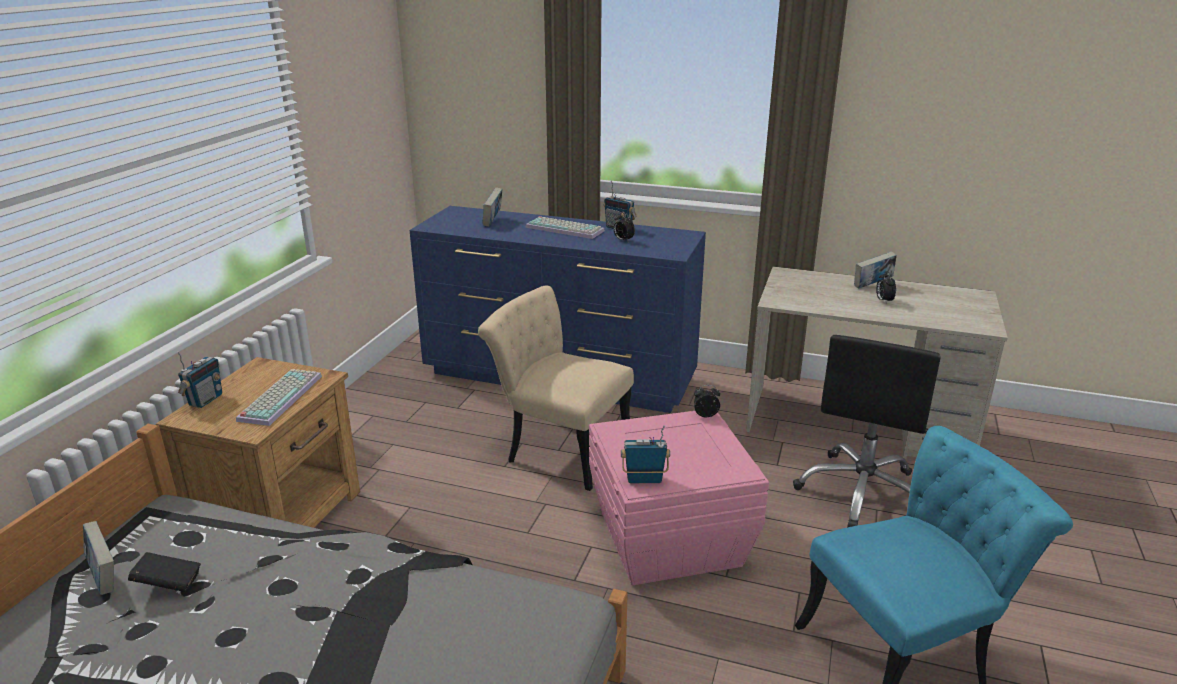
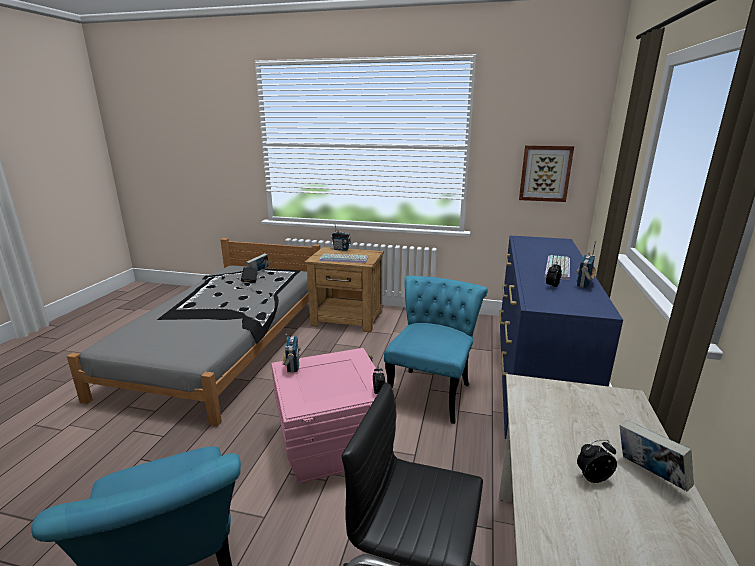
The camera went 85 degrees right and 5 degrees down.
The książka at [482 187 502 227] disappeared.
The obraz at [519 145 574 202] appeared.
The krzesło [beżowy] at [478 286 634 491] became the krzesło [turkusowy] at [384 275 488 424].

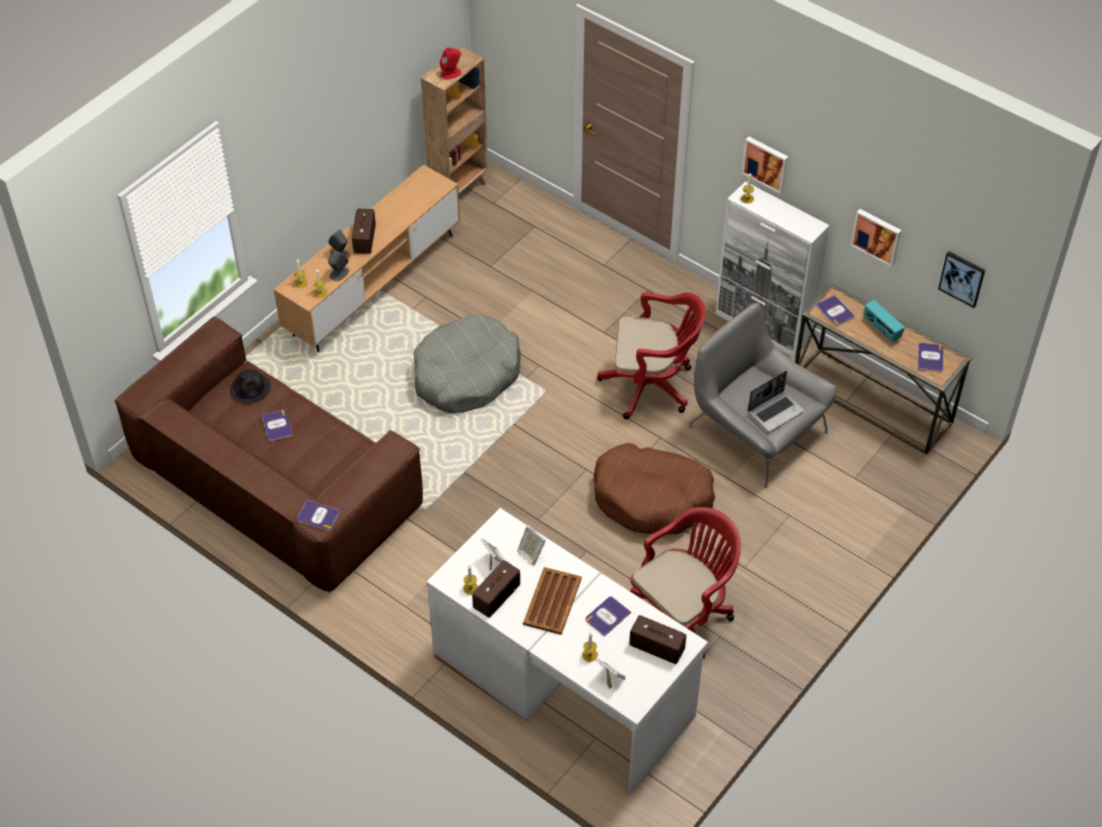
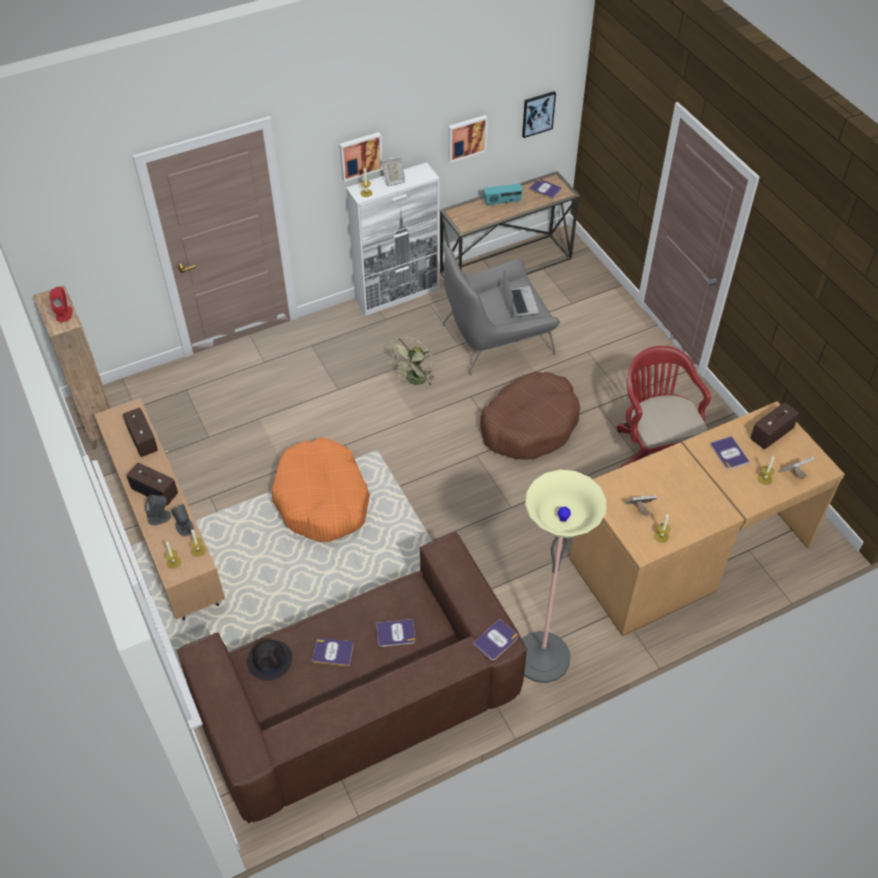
The camera went 65 degrees left and 0 degrees up.
The taca [brązowy] at [523 567 582 635] disappeared.
The lampa stojąca at [522 470 606 683] appeared.
The radio moved from [472 560 520 618] to [123 408 158 457].
The ramka na zdjęcie moved from [517 525 546 565] to [381 157 405 186].
The książka moved from [816 295 855 326] to [376 619 415 647].
The krzesło biurowe [czerwony] at [597 292 706 419] was replaced by the wentylator [zielony] at [388 337 435 386].
The legowisko [szary] at [414 315 521 414] became the legowisko [pomarańczowy] at [272 437 370 542].
The biurko [biały] at [427 508 708 794] became the biurko [brązowy] at [570 401 845 636].

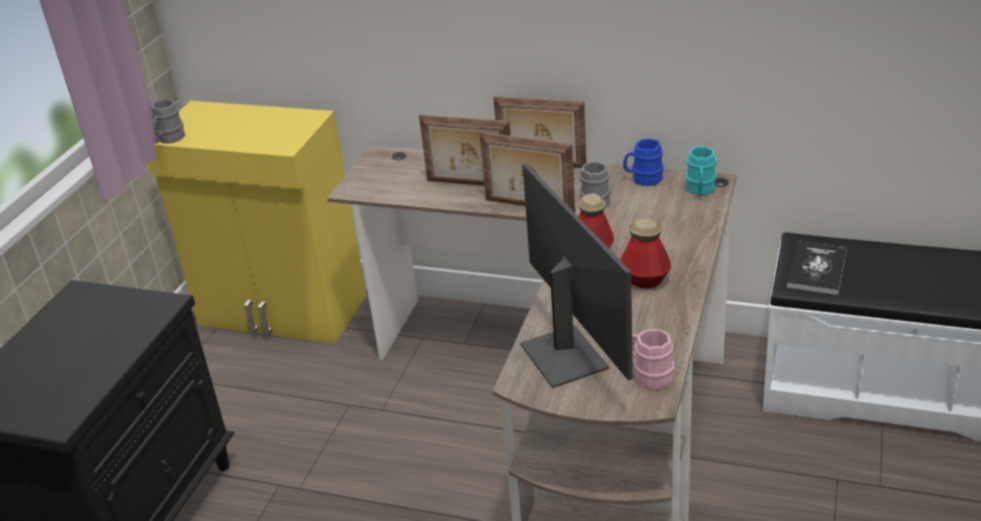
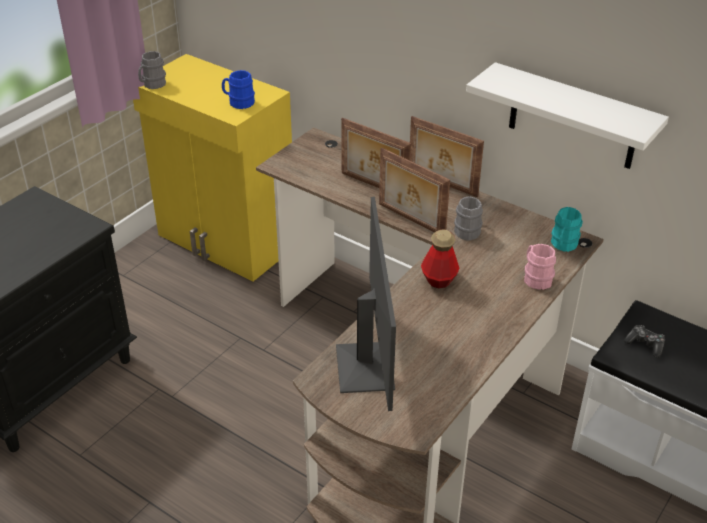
The camera went 15 degrees right and 5 degrees up.
The butelka at [620 219 671 288] disappeared.
The półka [biały] at [466 62 669 169] appeared.
The kubek [niebieski] moved from [623 138 664 186] to [222 70 255 109].
The kubek [różowy] moved from [632 329 675 390] to [524 244 556 290].
The książka at [786 241 847 295] was replaced by the pad do gier at [624 325 665 358].

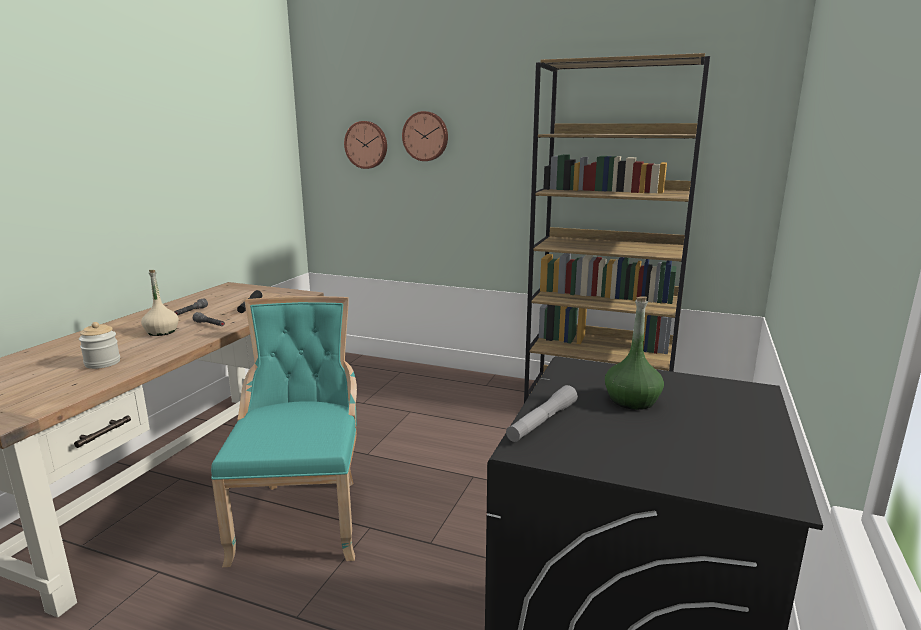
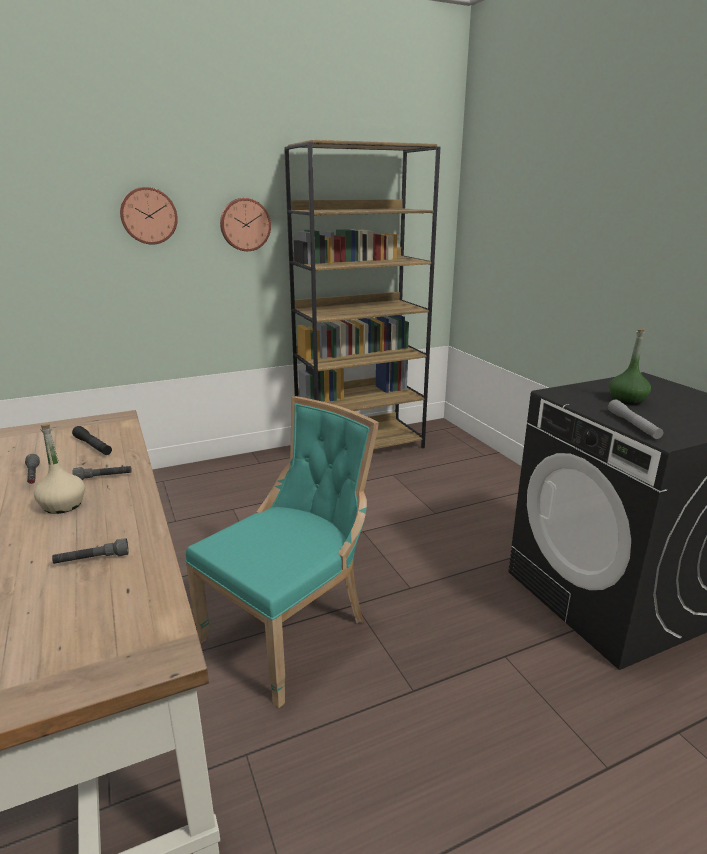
The camera went 45 degrees left and 5 degrees up.
The zegar ścienny moved from [344 121 387 169] to [220 198 271 251].
The słoik at [79 322 120 369] was replaced by the latarka [szary] at [52 538 129 564].
The krzesło [turkusowy] at [211 296 357 567] turned 90 degrees clockwise.

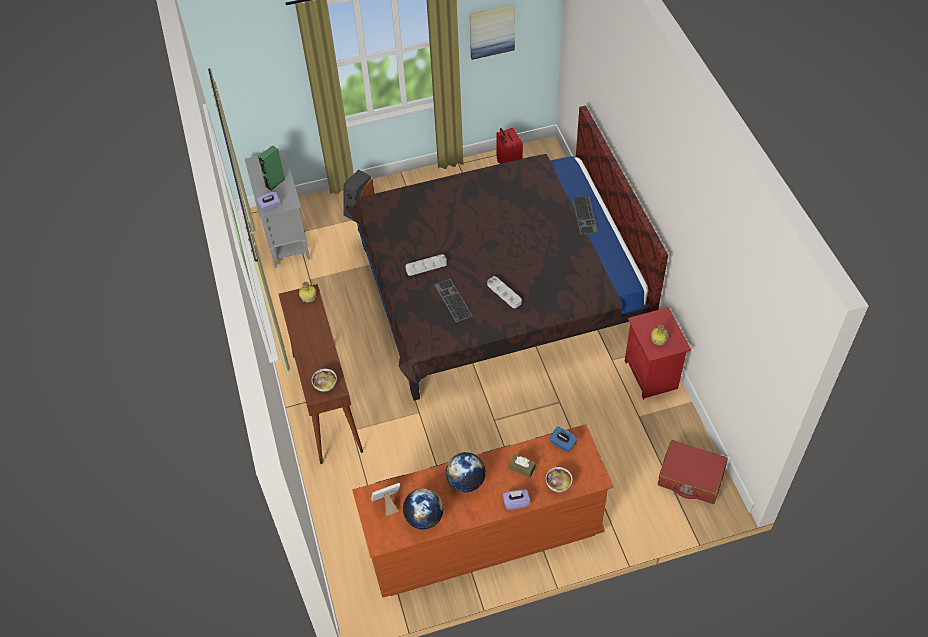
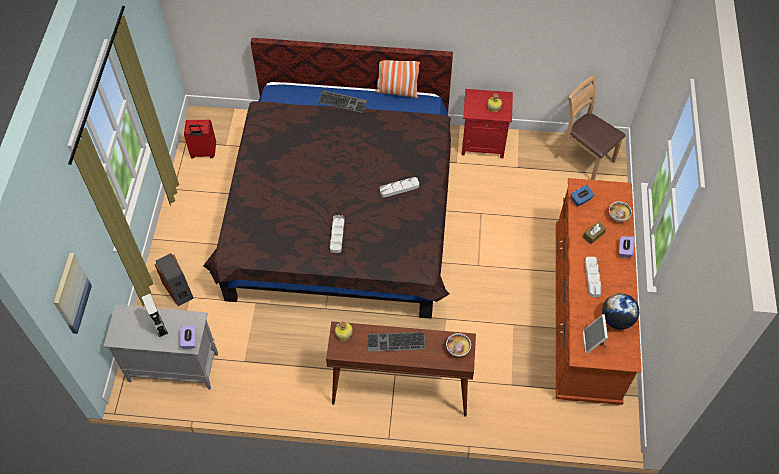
The camera went 70 degrees left and 5 degrees up.
The poduszka at [375 60 420 98] appeared.
The klawiatura moved from [434 279 473 322] to [367 332 425 352].
The obraz moved from [470 4 515 60] to [53 253 92 334].
The globus at [446 452 486 492] was replaced by the taca [szary] at [584 257 602 297].
The walizka [czerwony] at [658 440 728 504] was replaced by the krzesło [brązowy] at [555 75 626 180].
The głośnik [zielony] at [258 145 285 191] became the głośnik [szary] at [141 293 168 338].

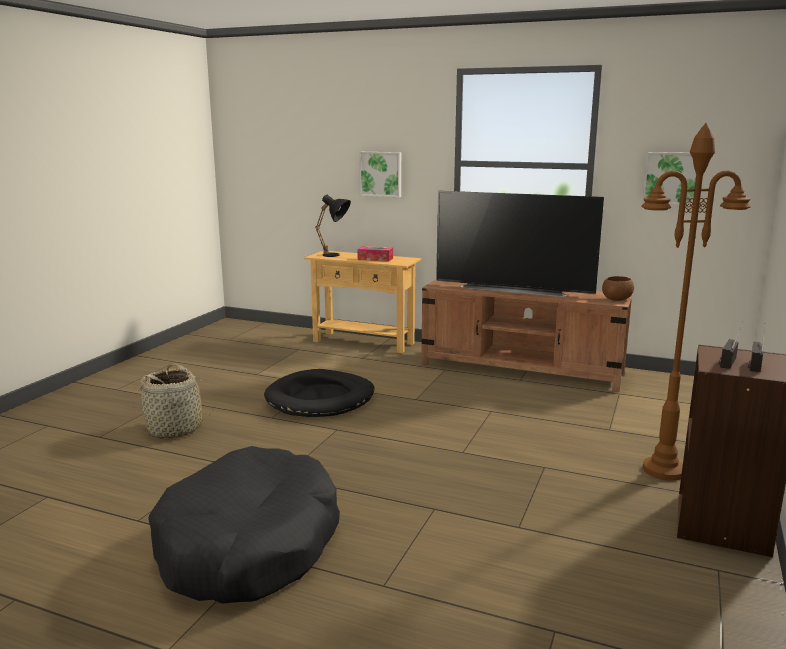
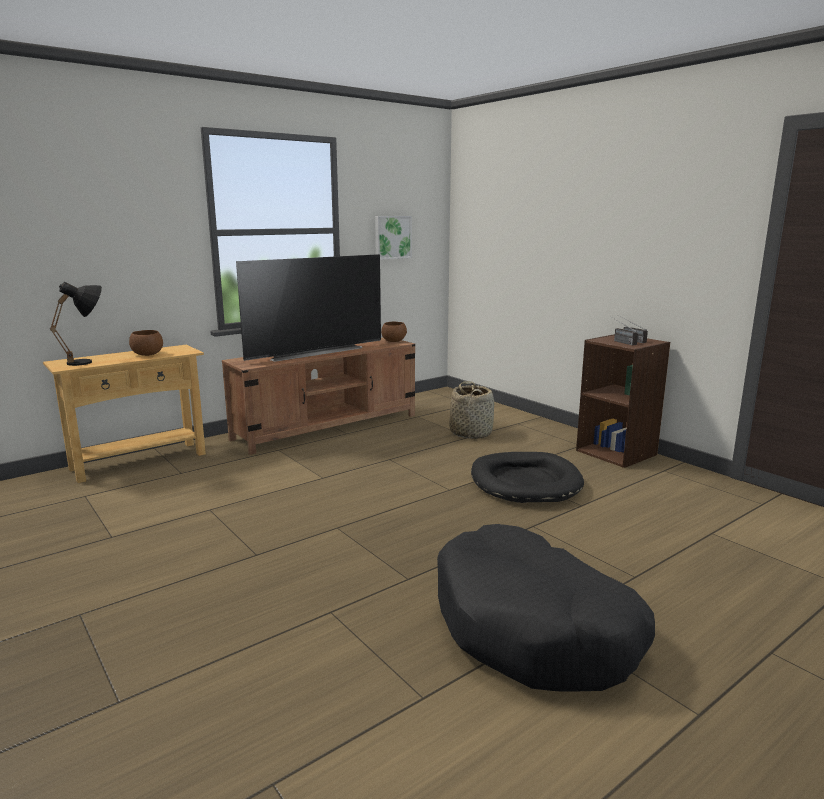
The camera went 60 degrees left and 0 degrees up.
The obraz at [359 152 401 197] disappeared.
The lampa stojąca [brązowy] at [641 123 751 481] disappeared.
The koszyk moved from [136 363 215 438] to [449 381 494 439].
The legowisko [czarny] moved from [264 369 375 417] to [471 452 584 503].
The pudełko chusteczek at [357 246 393 262] was replaced by the miska [brązowy] at [129 330 163 356].

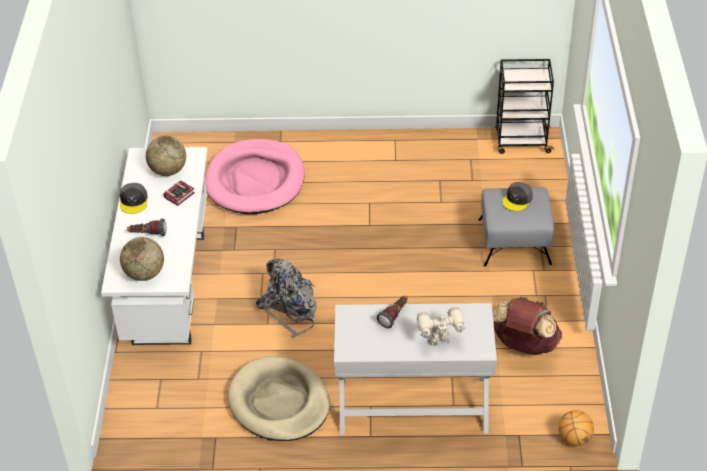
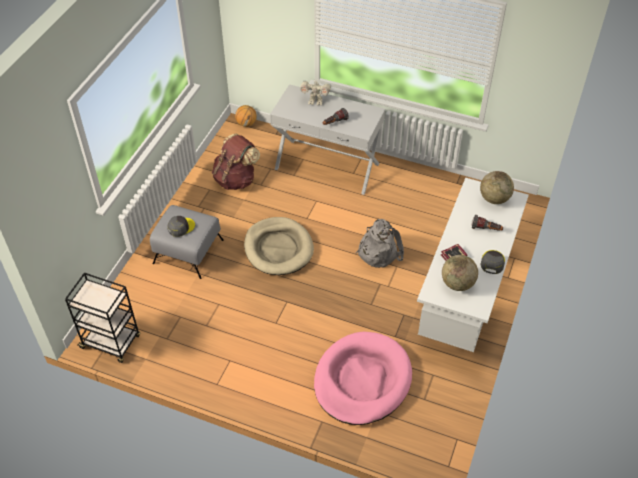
The camera went 160 degrees left and 5 degrees up.
The legowisko [beżowy] moved from [227 356 330 441] to [244 217 314 275].

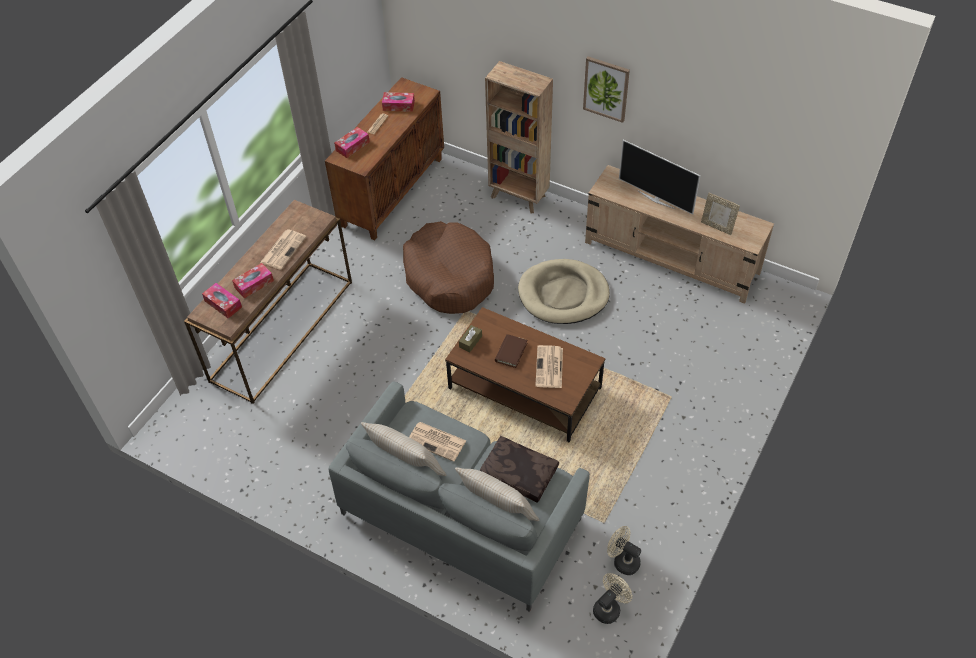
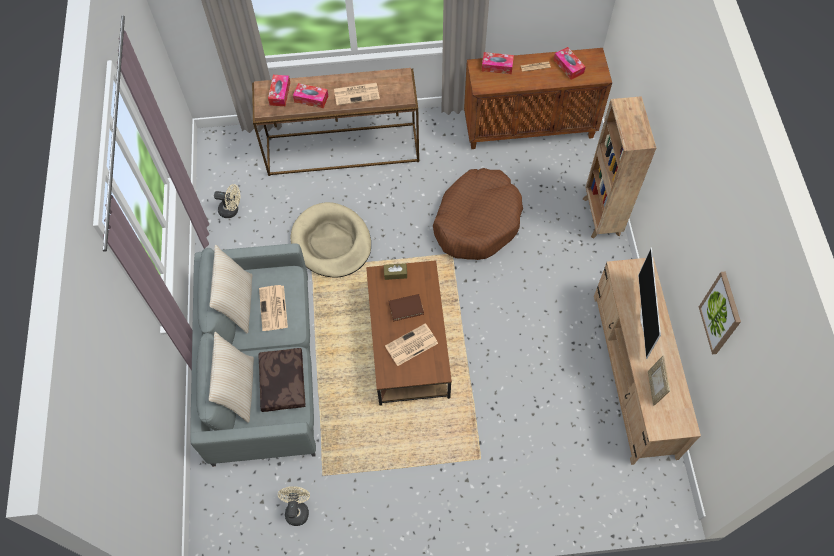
The camera went 55 degrees right and 10 degrees up.
The legowisko [beżowy] moved from [518 259 610 324] to [291 202 371 278].
The obraz moved from [583 57 630 123] to [699 271 741 354].
The wentylator [beżowy] moved from [593 573 632 624] to [214 184 240 218].

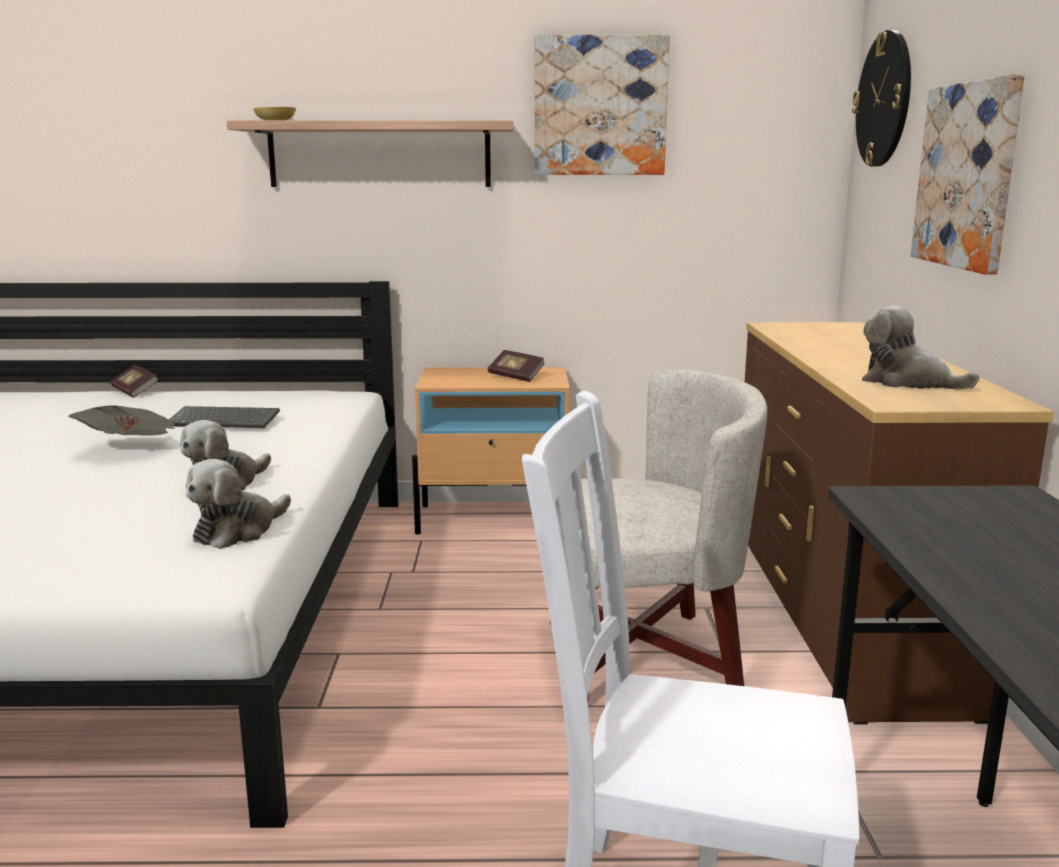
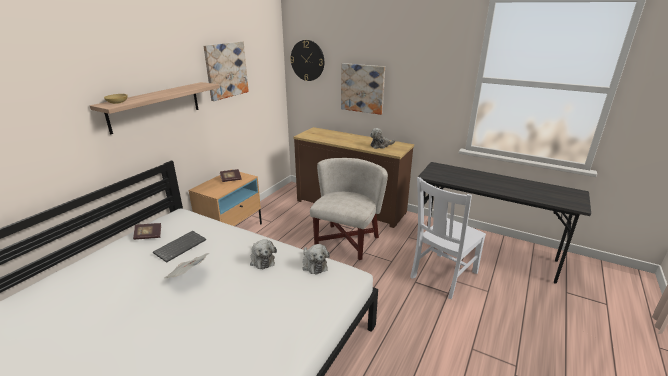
The camera went 60 degrees left and 10 degrees up.
The książka moved from [110 365 159 398] to [133 223 161 240].

